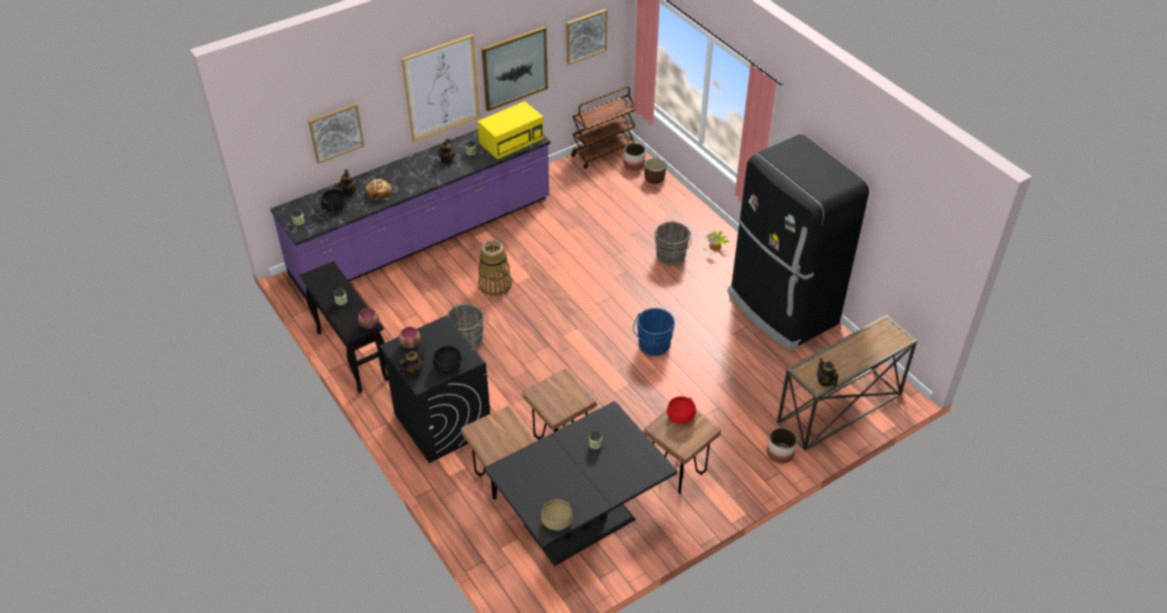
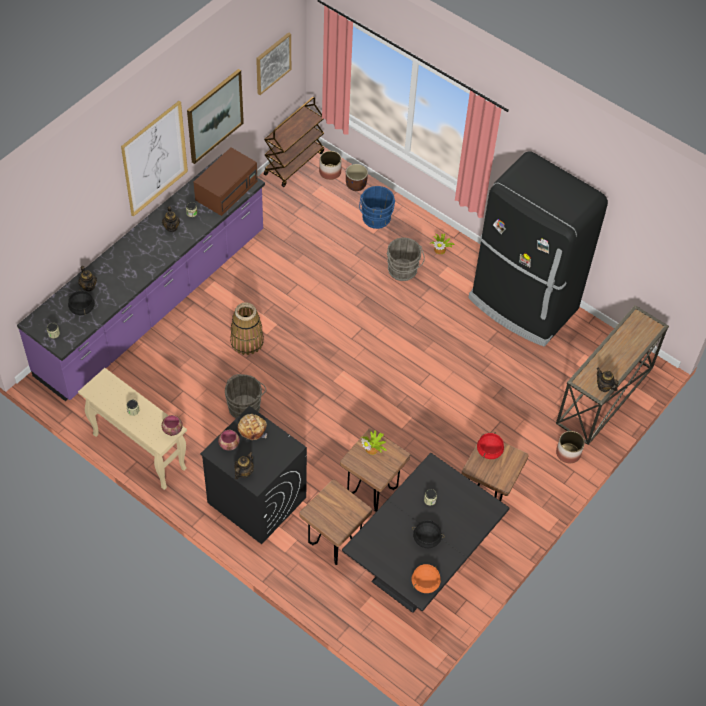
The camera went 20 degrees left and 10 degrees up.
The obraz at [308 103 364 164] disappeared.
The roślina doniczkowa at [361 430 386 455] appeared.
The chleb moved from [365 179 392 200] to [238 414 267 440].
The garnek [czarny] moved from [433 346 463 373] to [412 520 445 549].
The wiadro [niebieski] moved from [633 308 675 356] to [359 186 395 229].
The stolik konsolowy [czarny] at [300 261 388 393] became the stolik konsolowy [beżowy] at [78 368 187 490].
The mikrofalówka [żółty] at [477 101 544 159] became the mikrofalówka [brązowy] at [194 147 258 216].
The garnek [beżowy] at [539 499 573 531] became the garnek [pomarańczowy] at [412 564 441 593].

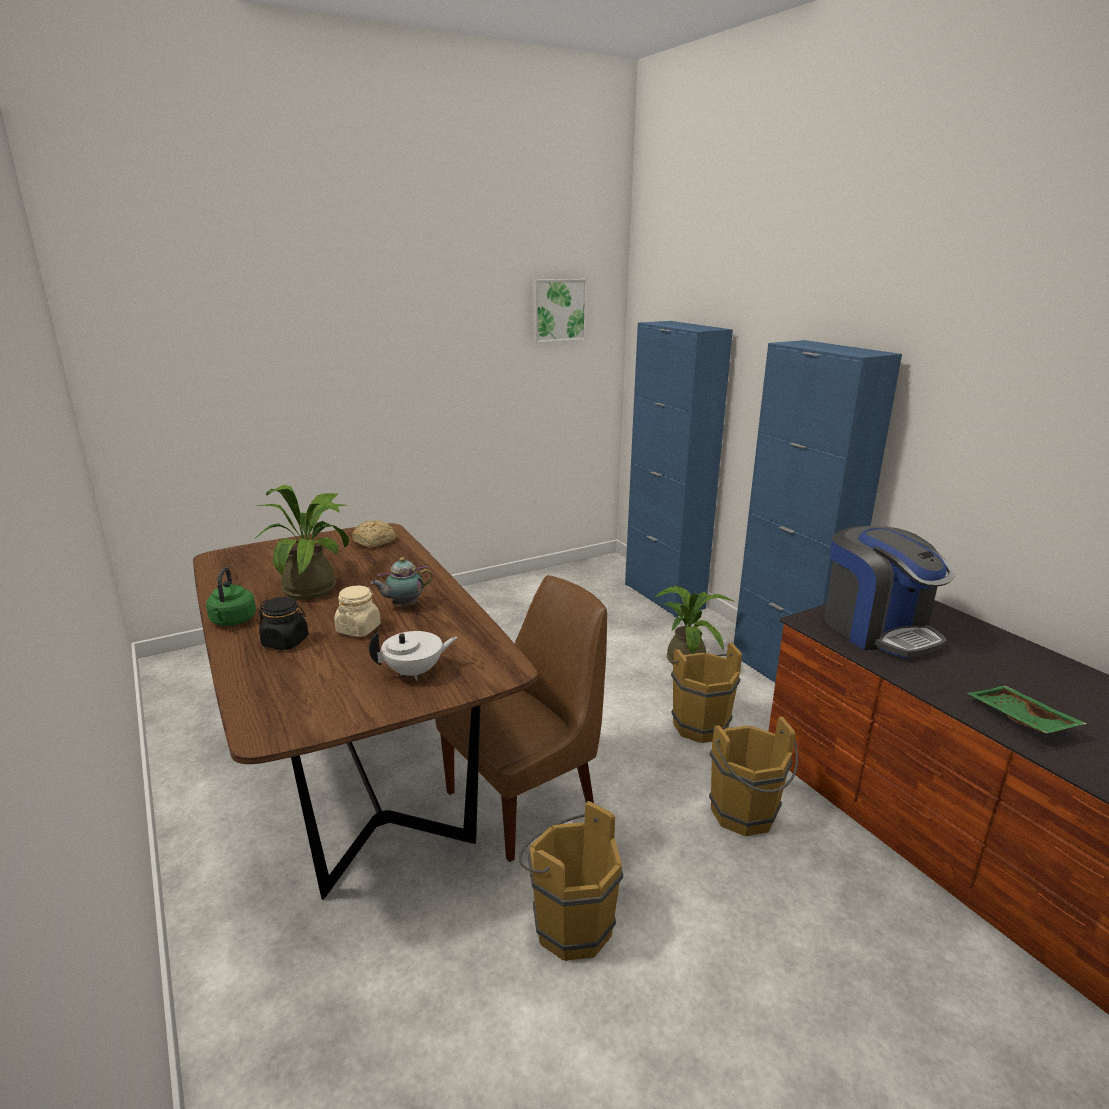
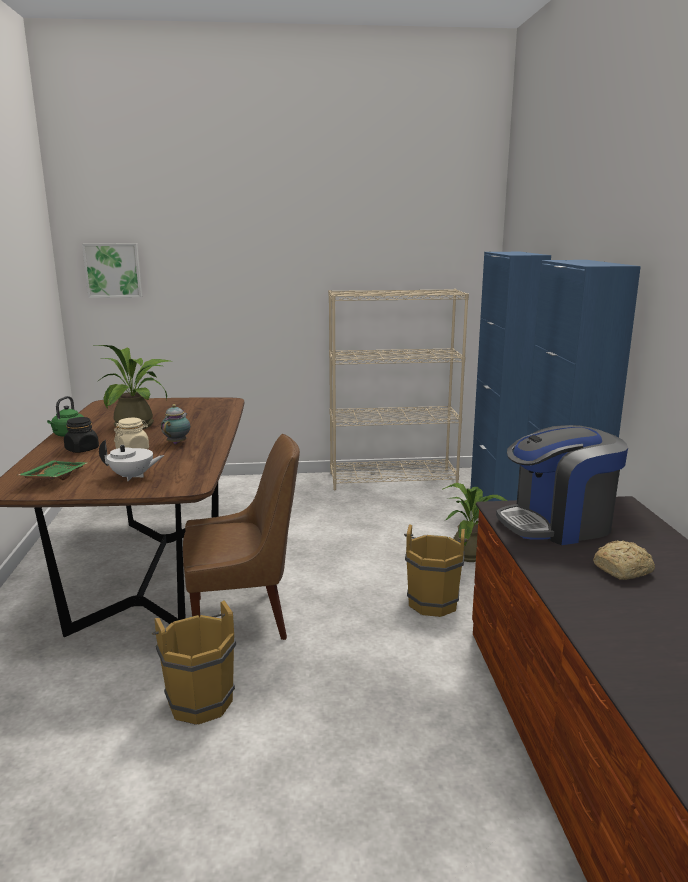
The camera went 25 degrees right and 5 degrees down.
The wiadro [brązowy] at [709 716 798 836] disappeared.
The regał [beżowy] at [328 289 469 490] appeared.
The chleb moved from [352 520 396 548] to [593 541 655 580].
The obraz moved from [532 279 587 343] to [82 244 142 298].
The taca [zielony] moved from [968 686 1087 734] to [19 460 87 480].
The imbryk at [371 557 433 607] turned 105 degrees clockwise.
The ekspres do kawy at [824 526 955 658] turned 75 degrees clockwise.

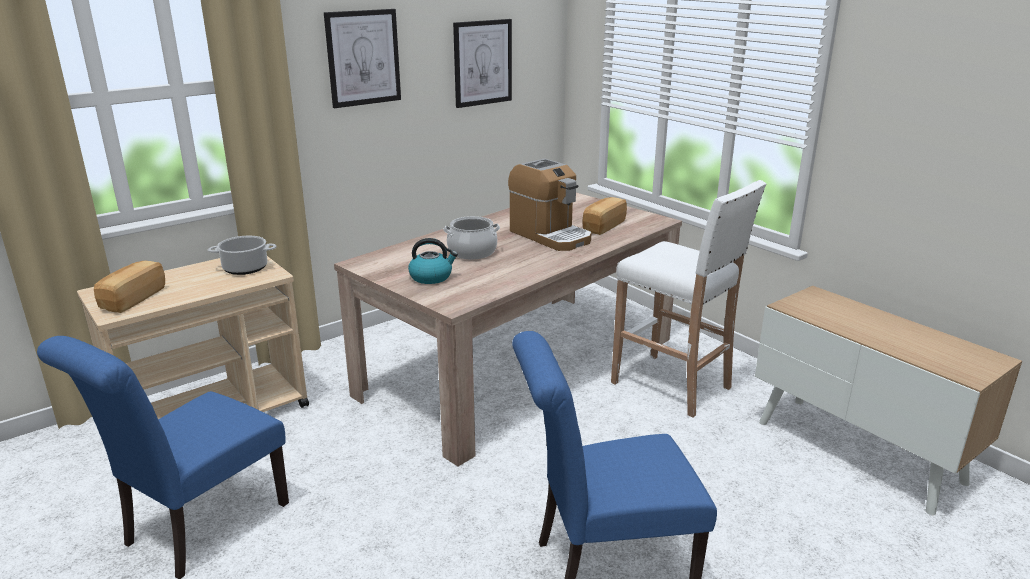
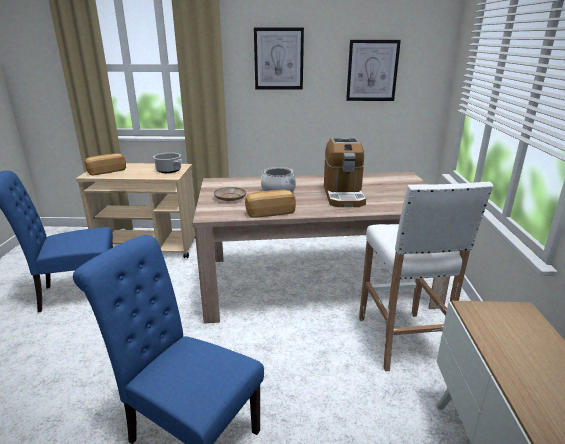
The camera went 40 degrees right and 0 degrees up.
The chleb moved from [582 197 627 235] to [245 190 296 218].
The czajnik at [408 238 458 284] was replaced by the talerz [beżowy] at [214 187 246 201].

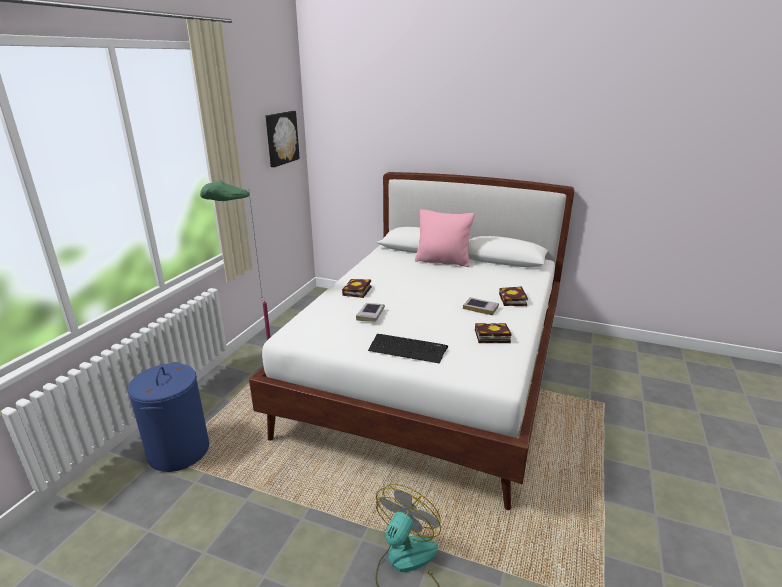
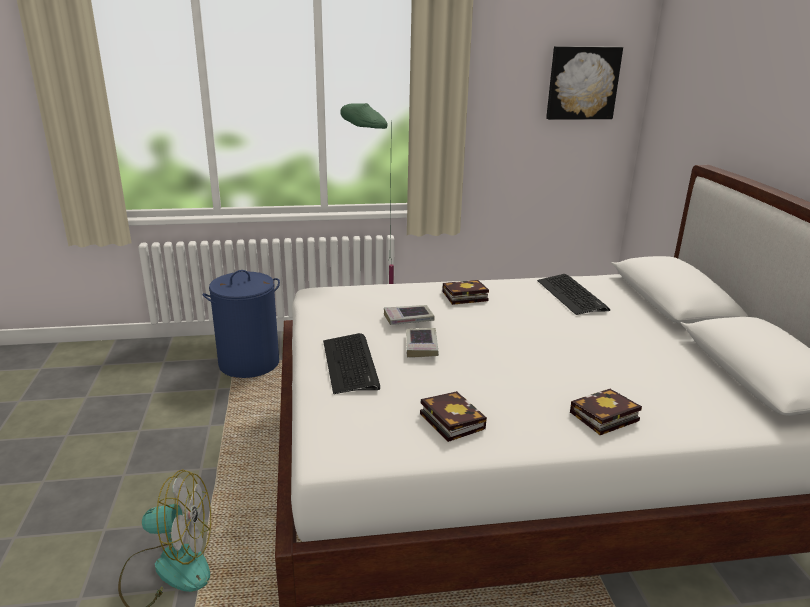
The camera went 60 degrees right and 0 degrees up.
The poduszka [różowy] at [415 209 475 267] disappeared.
The klawiatura at [537 274 610 315] appeared.
The książka moved from [463 297 499 315] to [406 328 439 357].

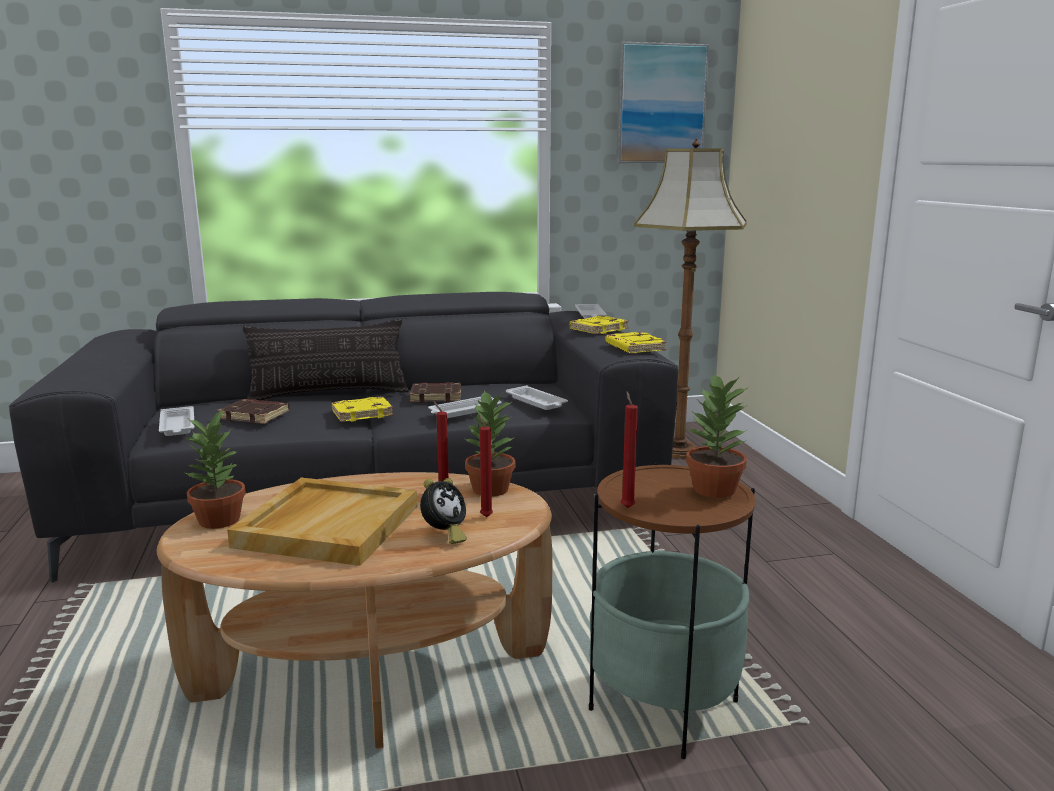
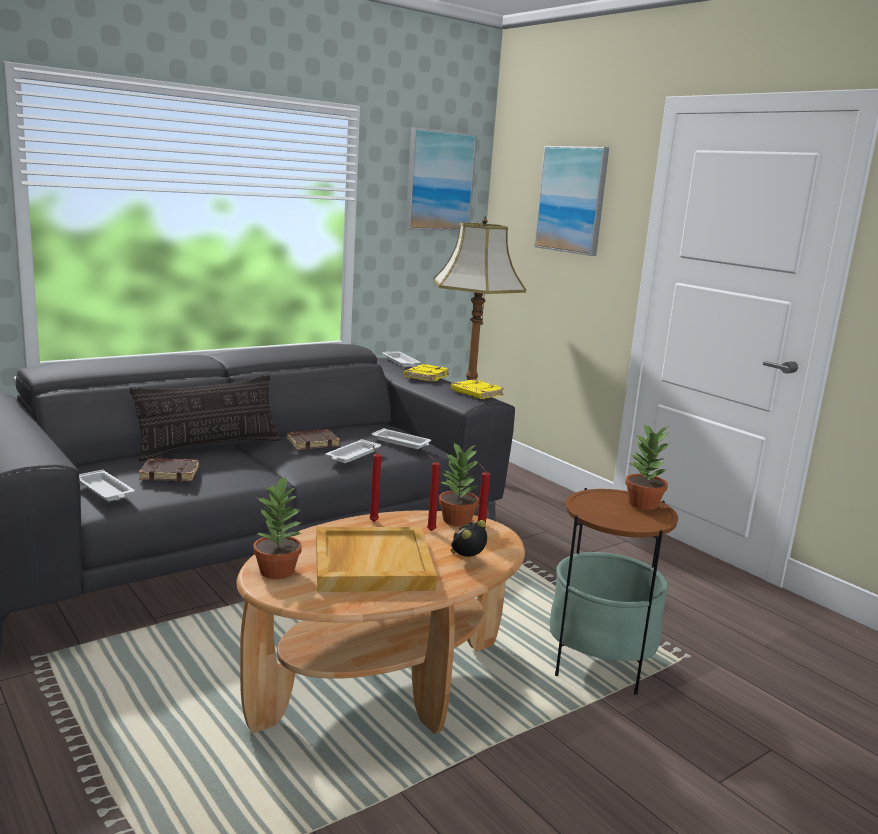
The camera went 25 degrees left and 0 degrees up.
The książka [żółty] at [332 396 393 422] disappeared.
The obraz at [534 146 609 256] appeared.
The świeca [czerwony] moved from [621 391 638 508] to [369 445 381 522].
The budzik at [420 478 467 544] turned 150 degrees counterclockwise.

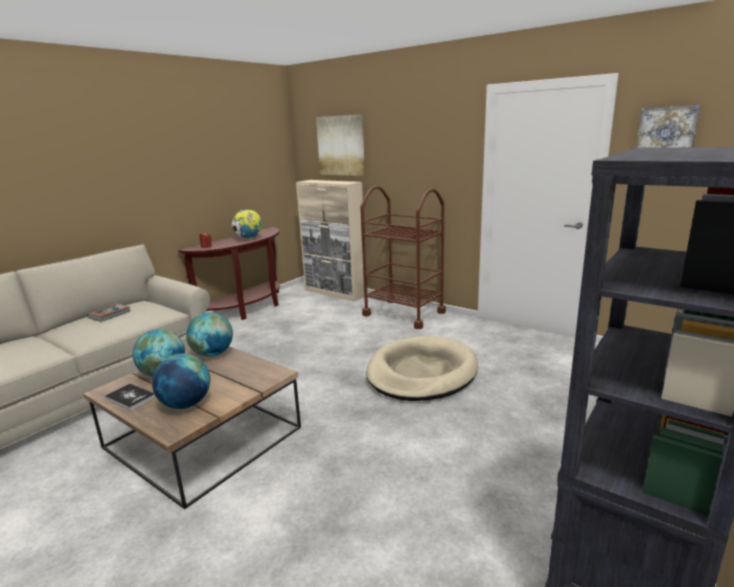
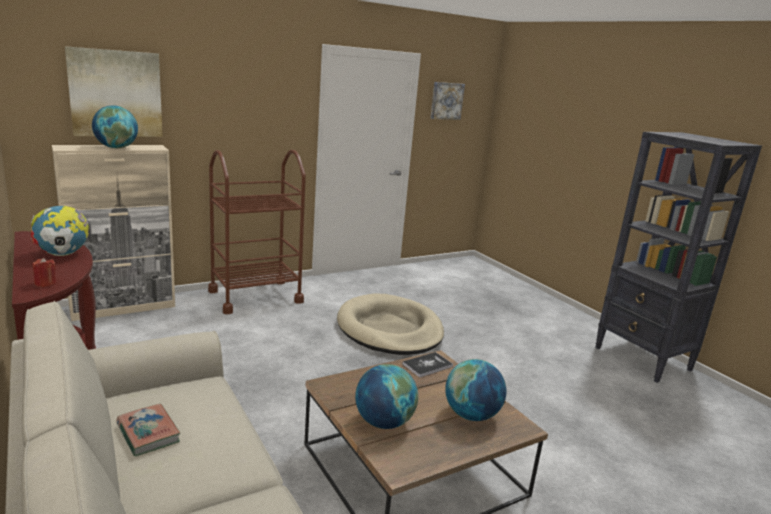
The camera went 70 degrees left and 0 degrees up.
The książka moved from [104 384 156 410] to [402 352 453 378].
The globus moved from [186 312 233 357] to [92 106 138 148].

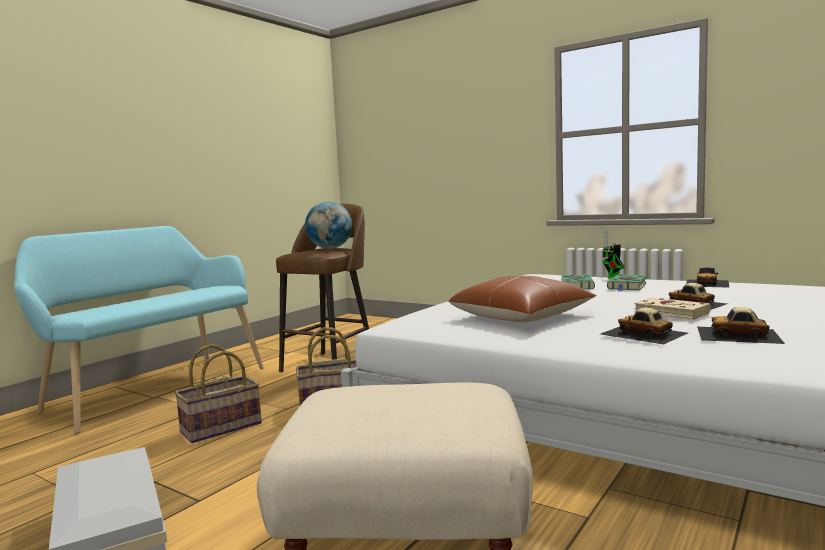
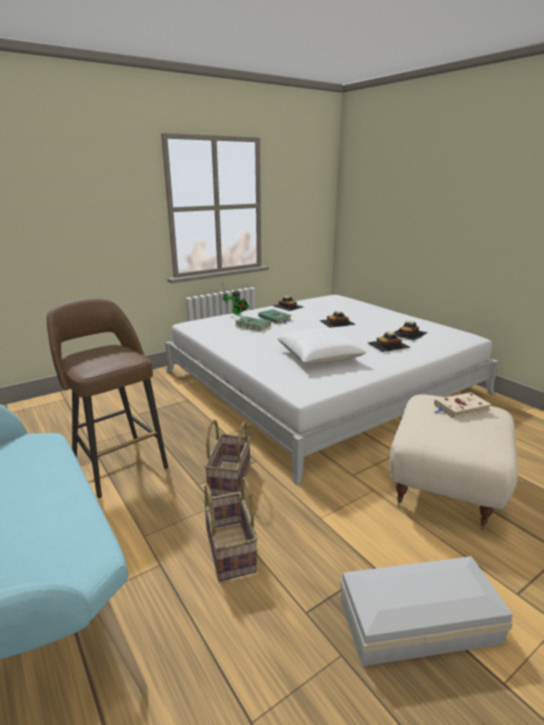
The camera went 70 degrees left and 15 degrees up.
The globus at [305 201 353 249] disappeared.
The książka [beżowy] moved from [633 297 711 320] to [434 392 491 419].
The poduszka [brązowy] at [448 276 597 322] became the poduszka [biały] at [277 328 366 365].

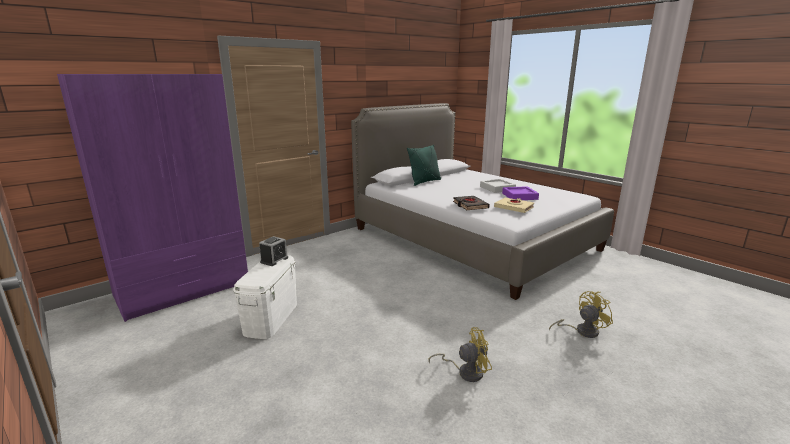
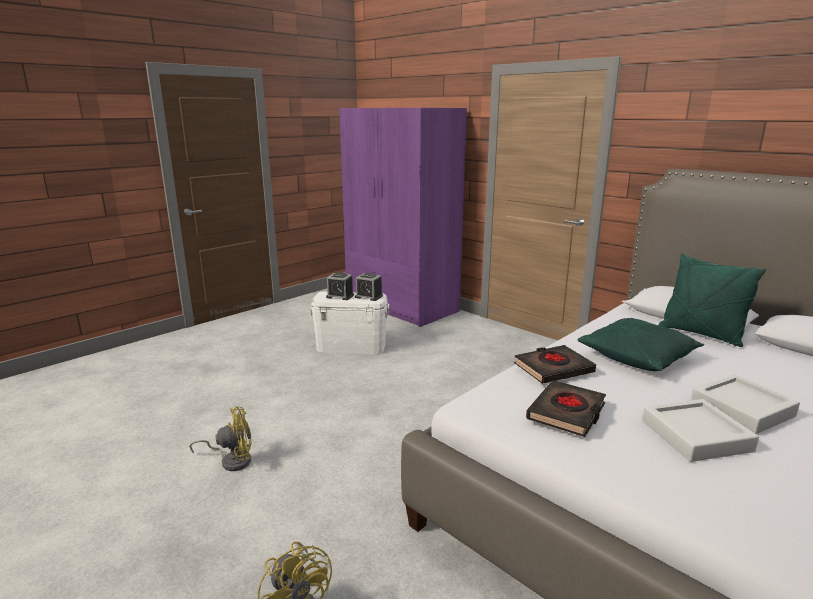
The camera went 85 degrees right and 0 degrees up.
The budzik at [326 273 354 300] appeared.
The poduszka [zielony] at [577 318 704 371] appeared.
The książka [beżowy] at [494 198 534 213] became the książka [czarny] at [526 380 606 437].
The taca [fioletowy] at [502 186 539 200] became the taca [szary] at [642 399 759 462].
The wentylator [żółty] at [428 327 492 382] turned 90 degrees counterclockwise.

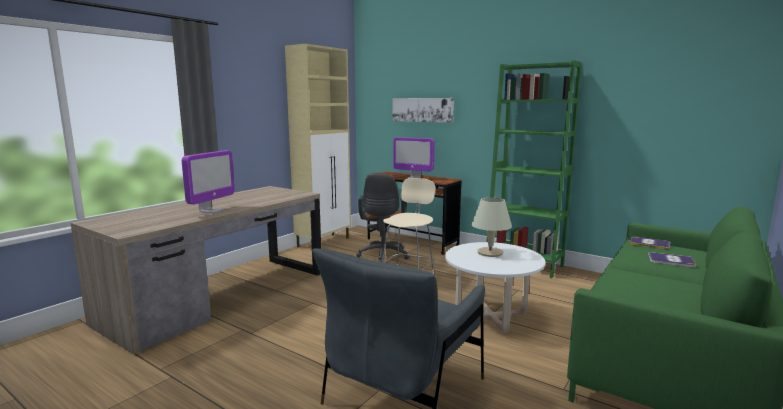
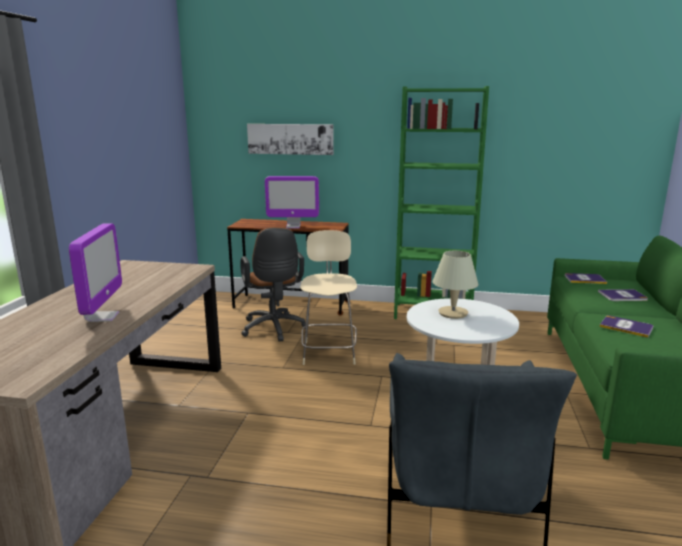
The camera went 25 degrees left and 5 degrees up.
The szafka [beżowy] at [285 44 351 247] disappeared.
The książka at [599 315 653 338] appeared.

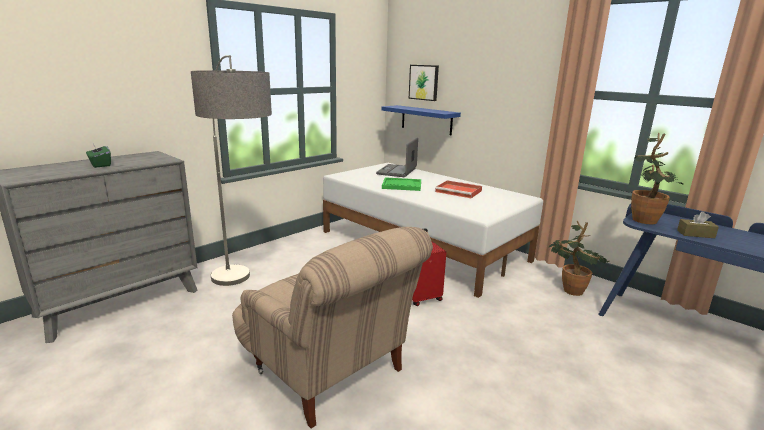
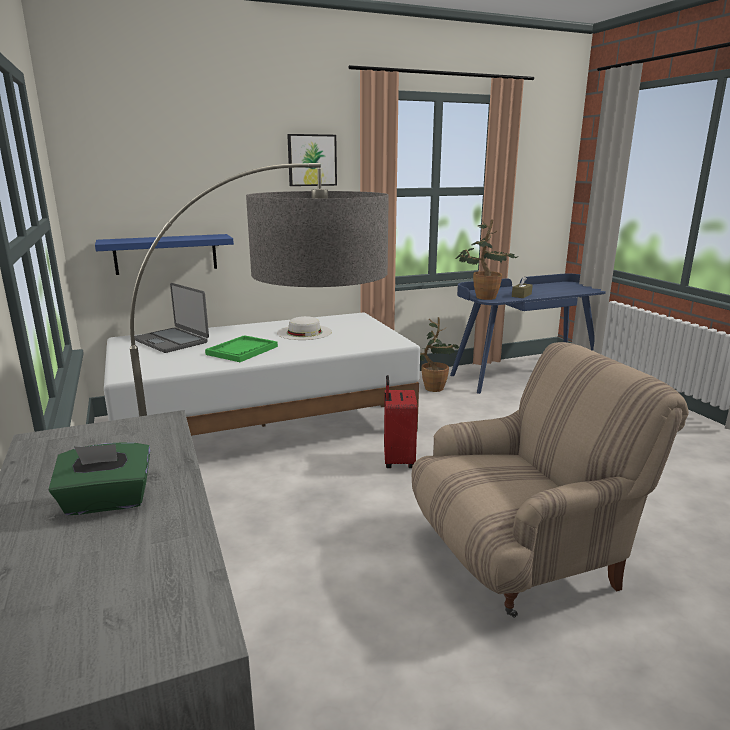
The camera went 65 degrees left and 0 degrees up.
The obraz moved from [409 65 439 101] to [287 134 337 186].
The taca [czerwony] at [435 180 482 198] was replaced by the kapelusz [biały] at [277 316 332 340].

